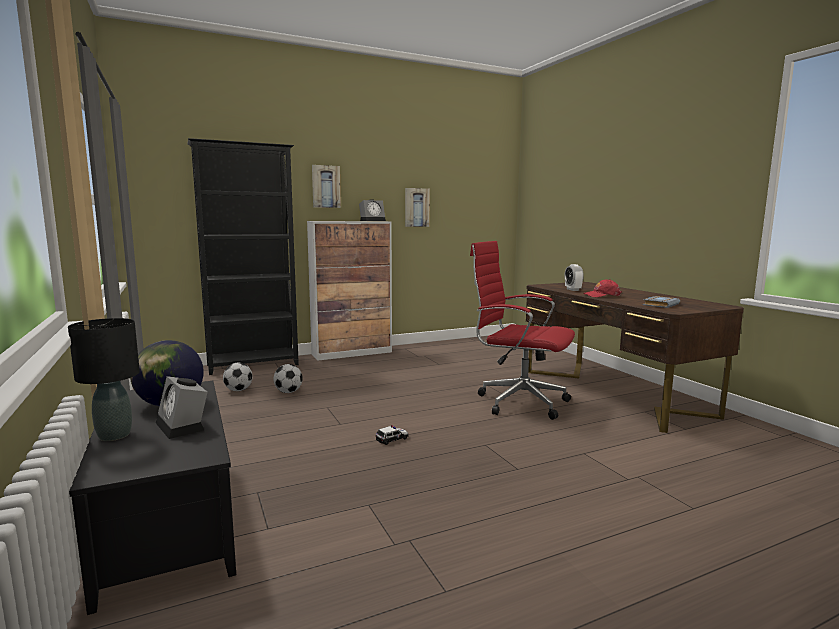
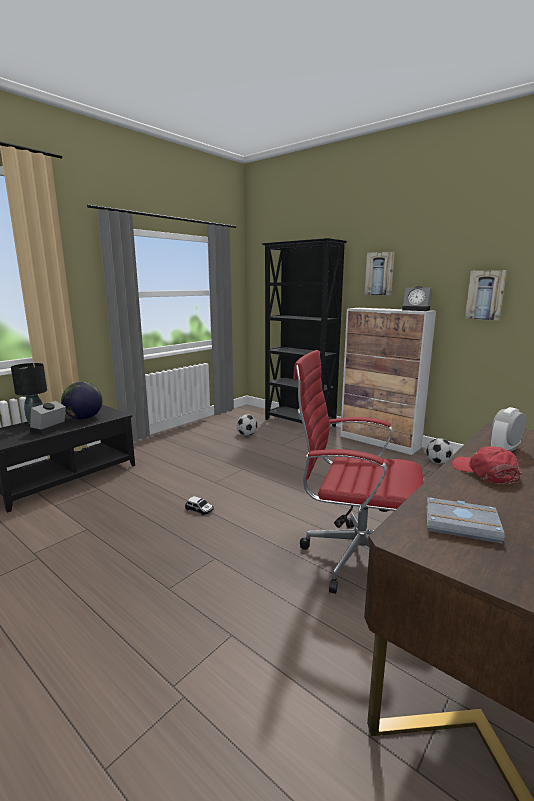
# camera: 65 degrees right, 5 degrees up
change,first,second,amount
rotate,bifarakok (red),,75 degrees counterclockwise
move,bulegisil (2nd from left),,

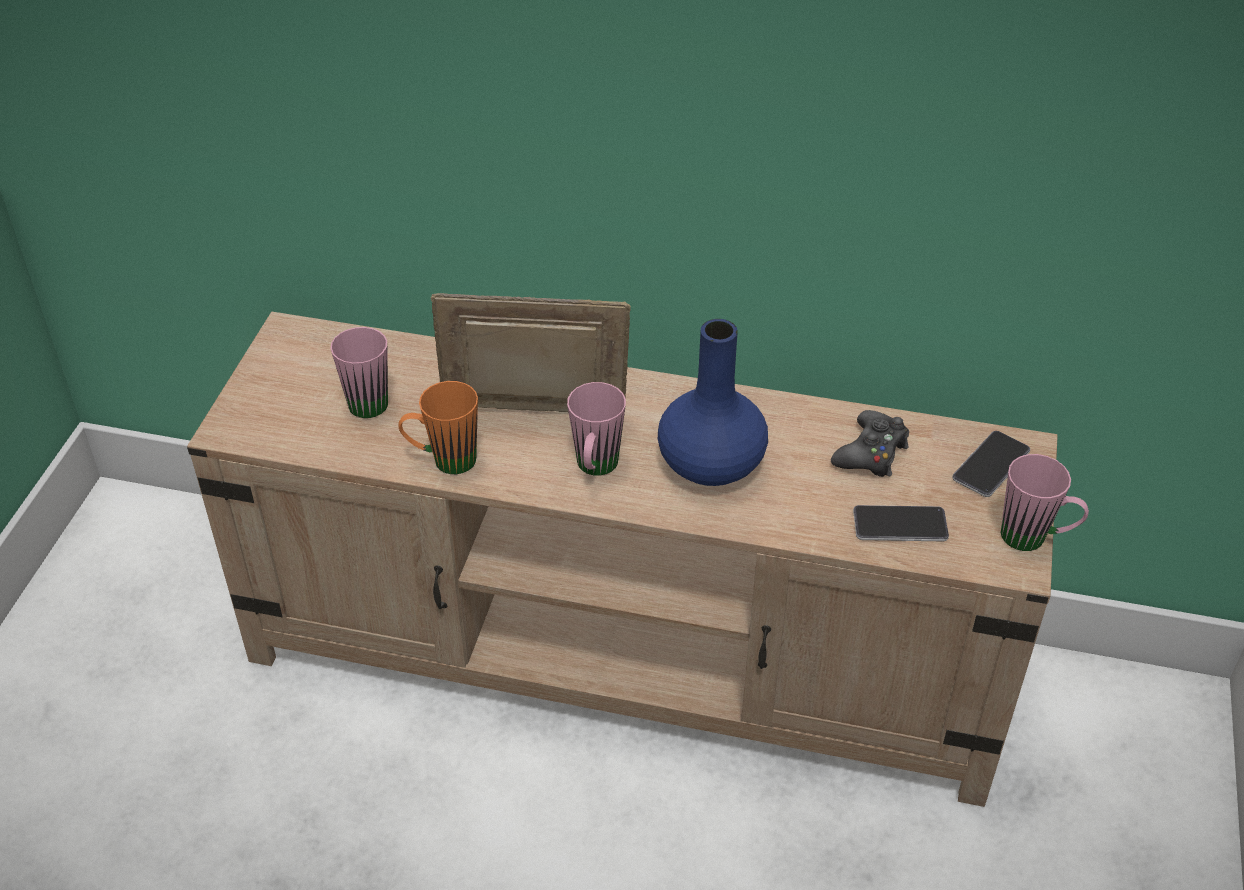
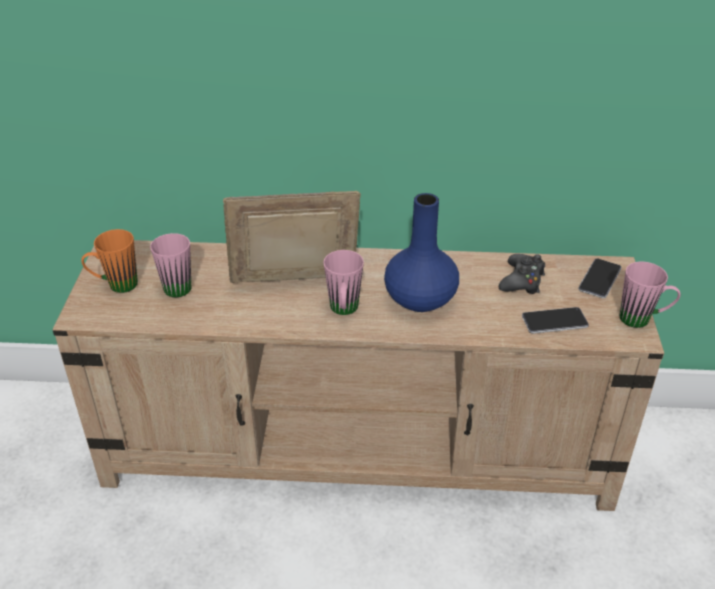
# camera: 10 degrees left, 5 degrees down
change,first,second,amount
move,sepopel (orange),,

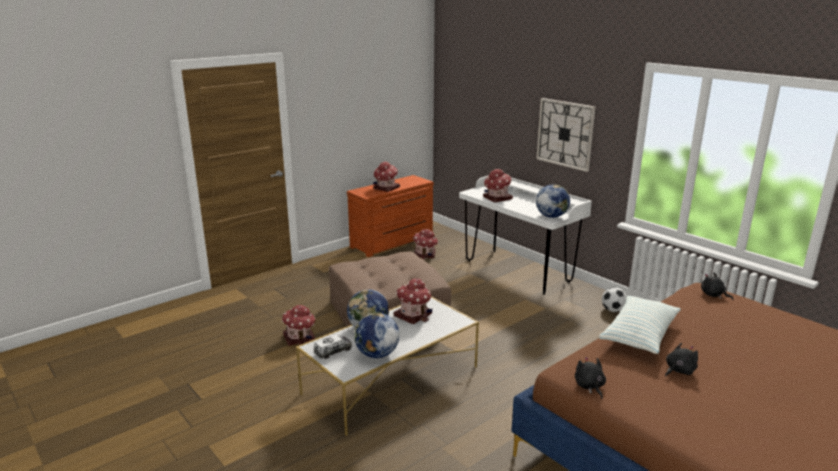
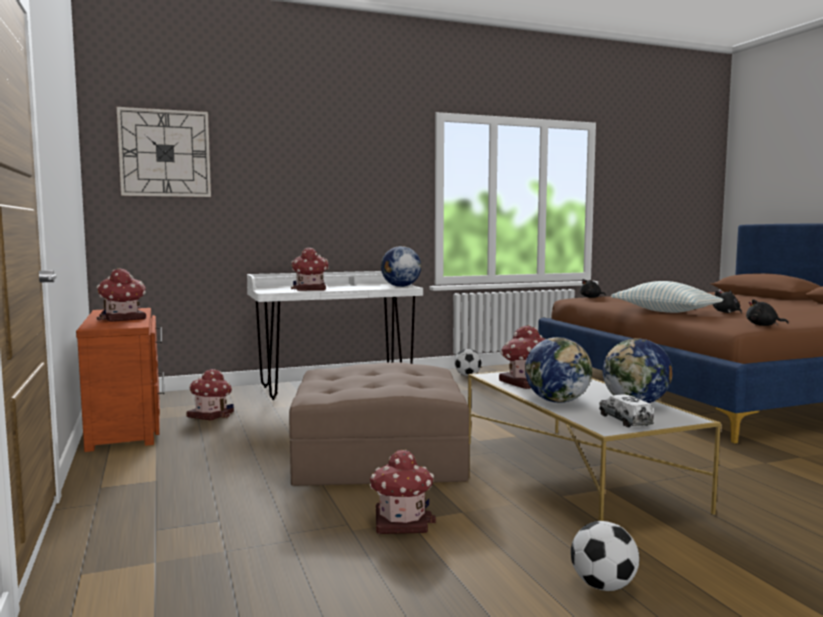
# camera: 70 degrees left, 15 degrees down
change,first,second,amount
move,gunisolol,,
insert,,bulegisil (2nd from left),

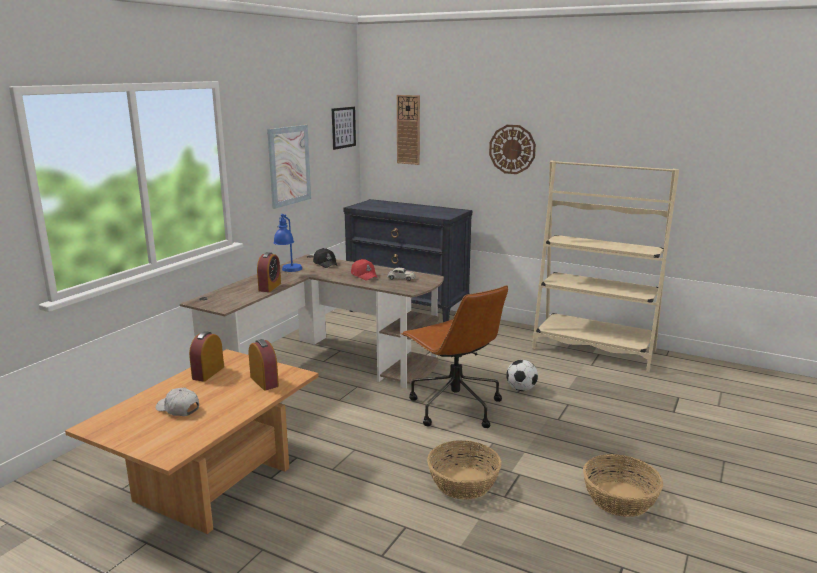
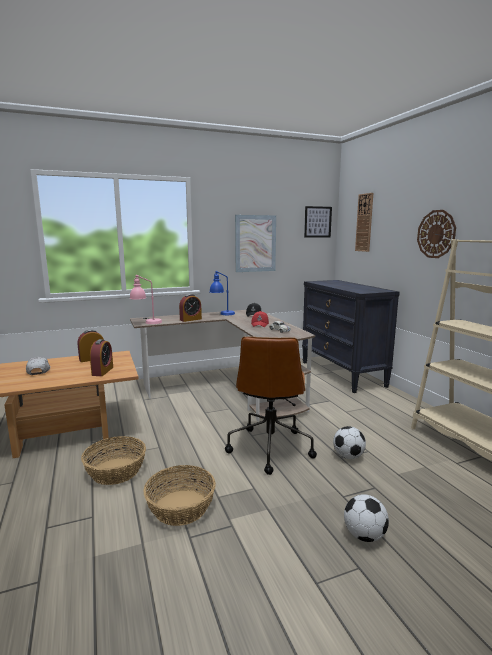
# camera: 40 degrees right, 5 degrees down
change,first,second,amount
move,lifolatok (2nd from left in the first image),lifolatok (1st from left),
insert,,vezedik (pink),
insert,,bulegisil (2nd from left),

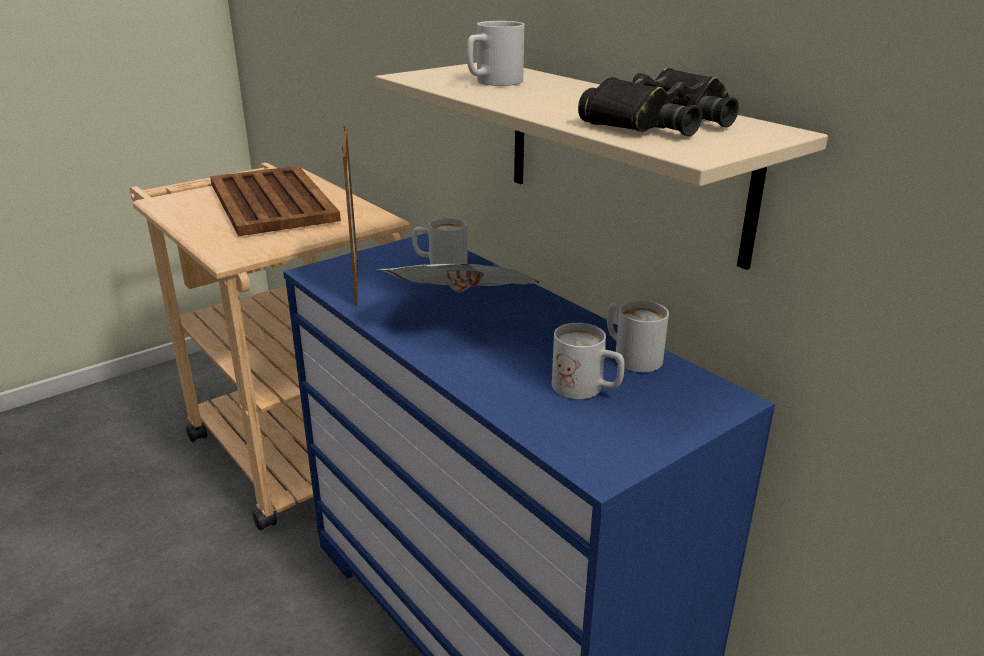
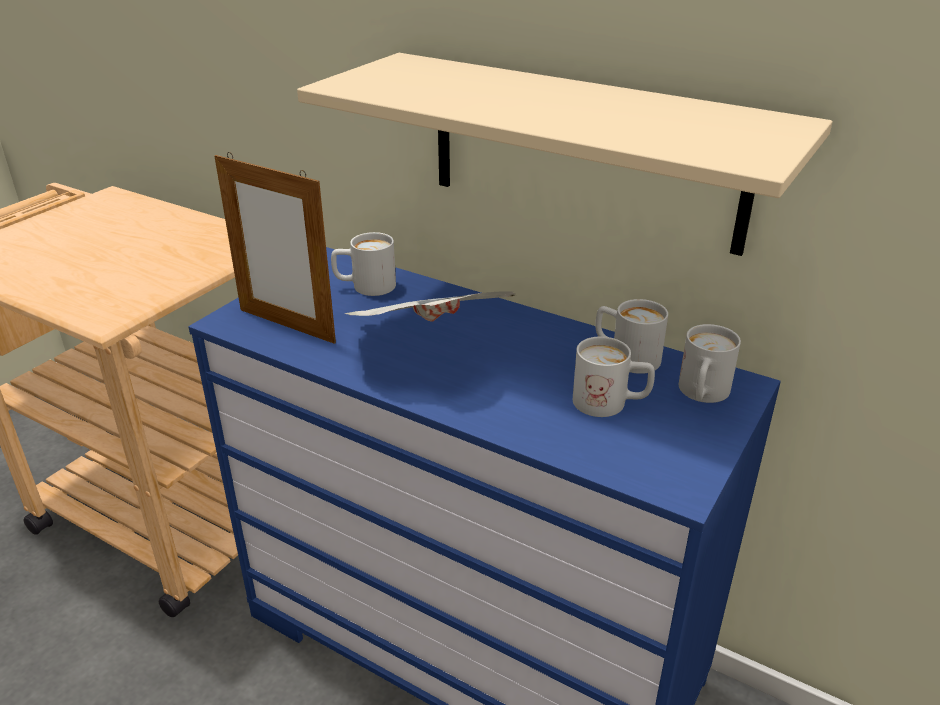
# camera: 20 degrees left, 5 degrees up
change,first,second,amount
rotate,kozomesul,,150 degrees clockwise
move,sepopel (white) (2nd from left in the first image),sepopel (white) (4th from left),
delete,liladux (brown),,
delete,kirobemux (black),,

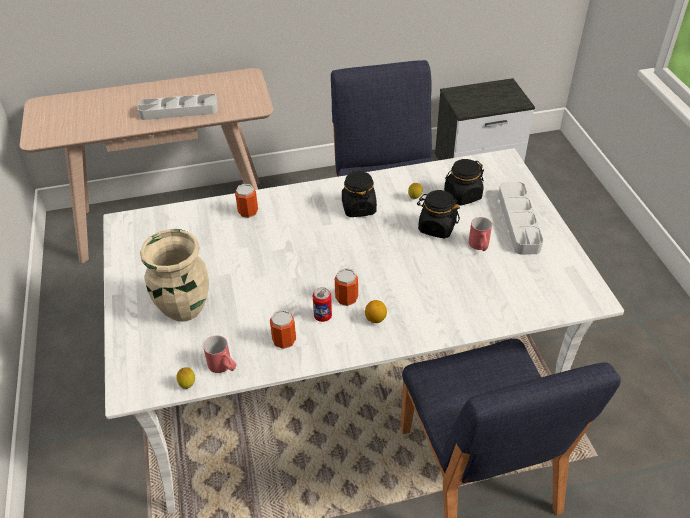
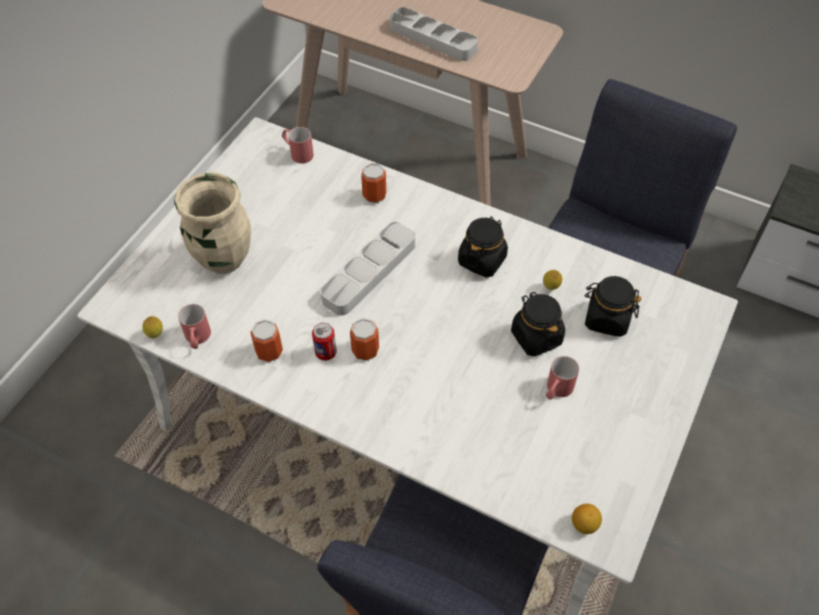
# camera: 40 degrees right, 10 degrees up
change,first,second,amount
insert,,sepopel (red) (2nd from left),
move,liladux (grey) (2nd from left in the first image),liladux (grey) (1st from left),
move,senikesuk (2nd from left in the first image),senikesuk (3rd from left),

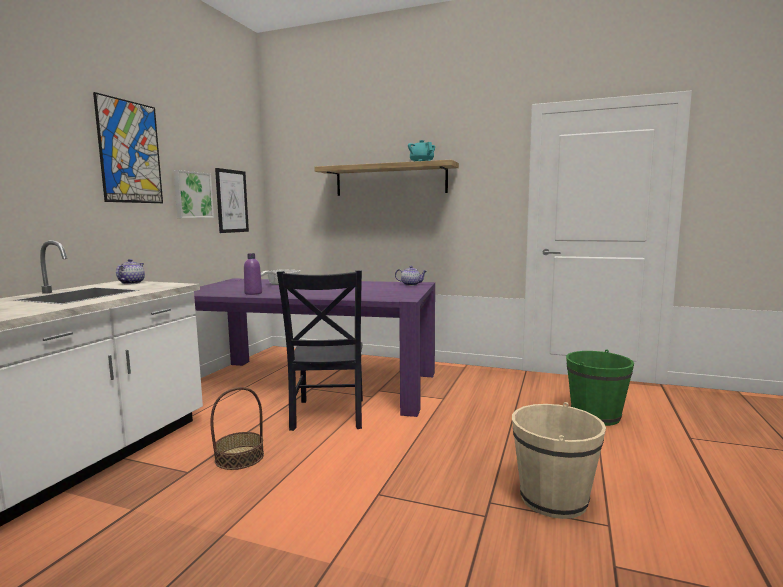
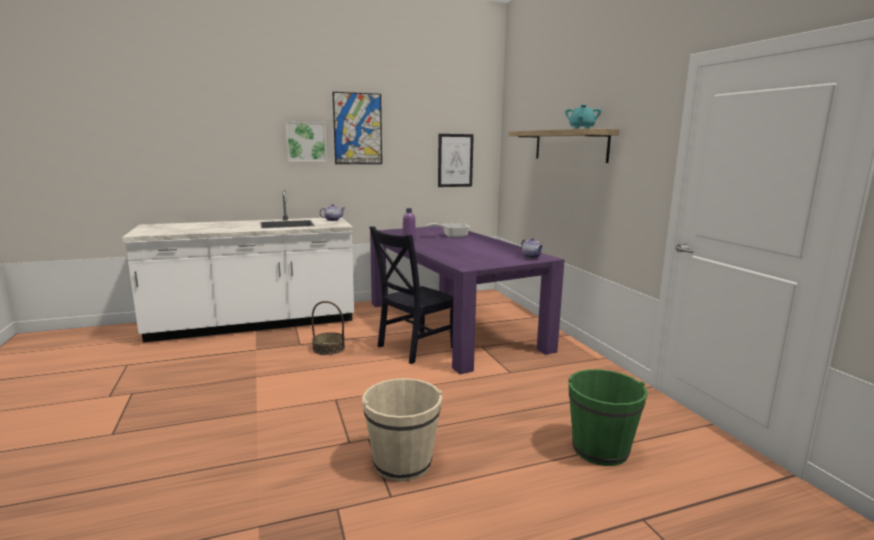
# camera: 50 degrees right, 5 degrees up
change,first,second,amount
move,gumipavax (2nd from left in the first image),gumipavax (1st from left),

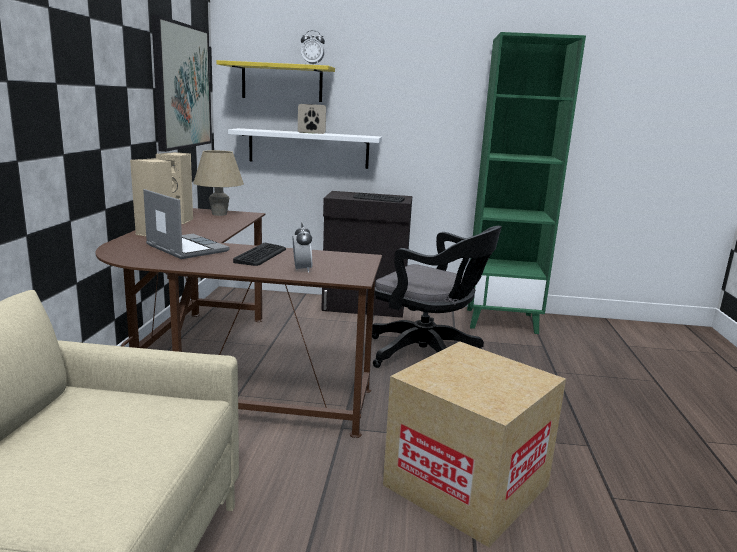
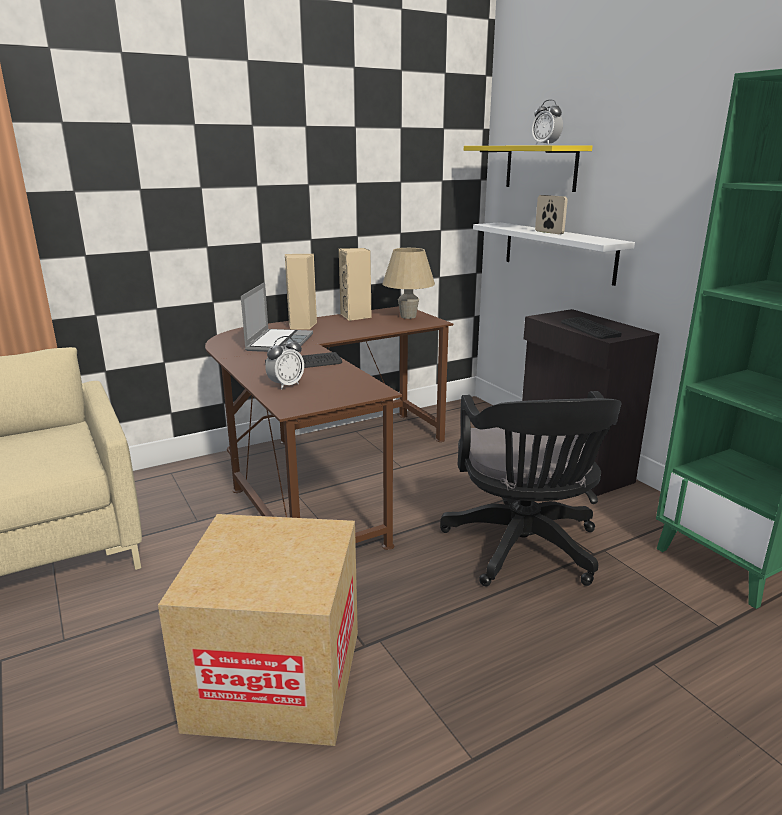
# camera: 55 degrees right, 5 degrees up
change,first,second,amount
delete,gumipavax,,

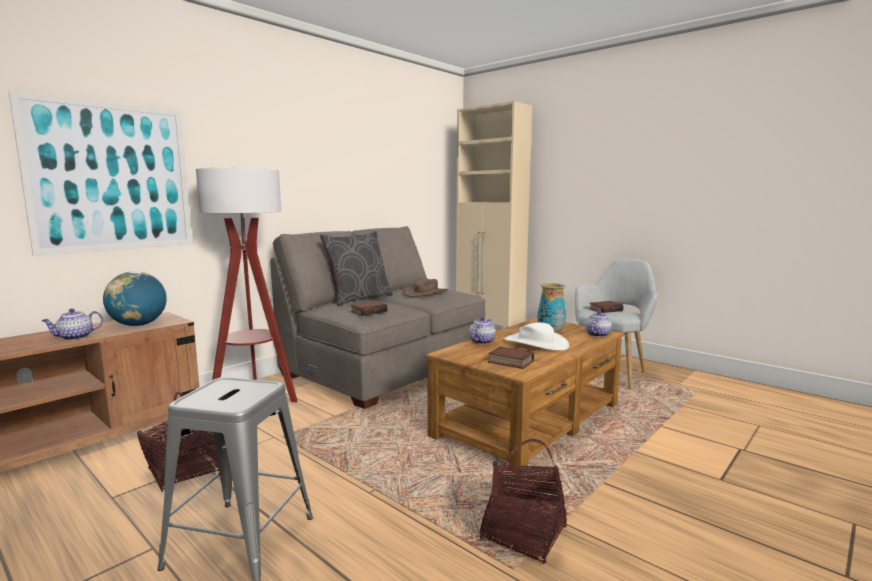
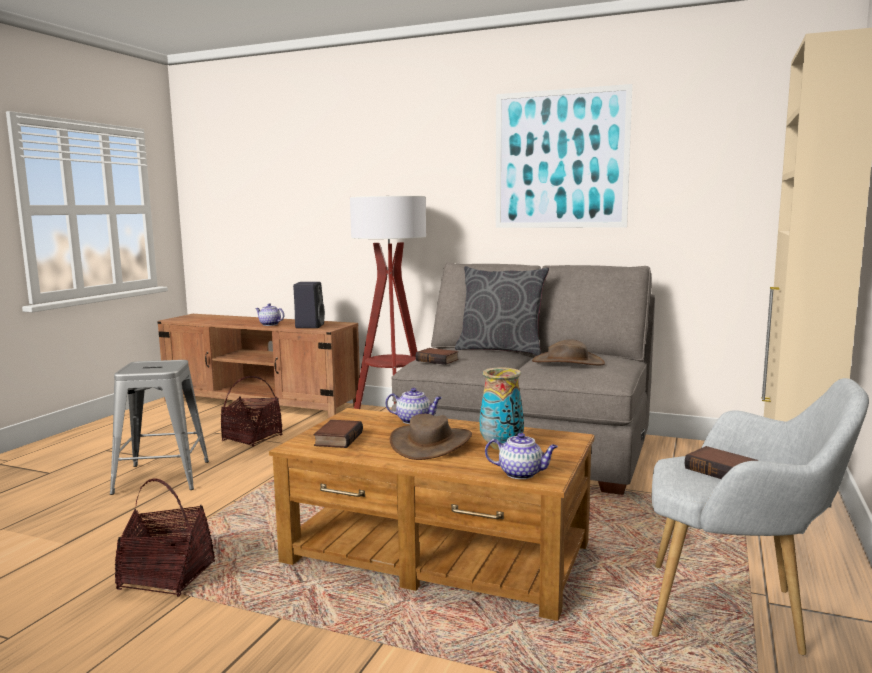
# camera: 70 degrees right, 0 degrees up
change,first,second,amount
replace,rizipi,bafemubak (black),
recolor,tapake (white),tapake (brown) (1st from left),
move,gumipavax,,

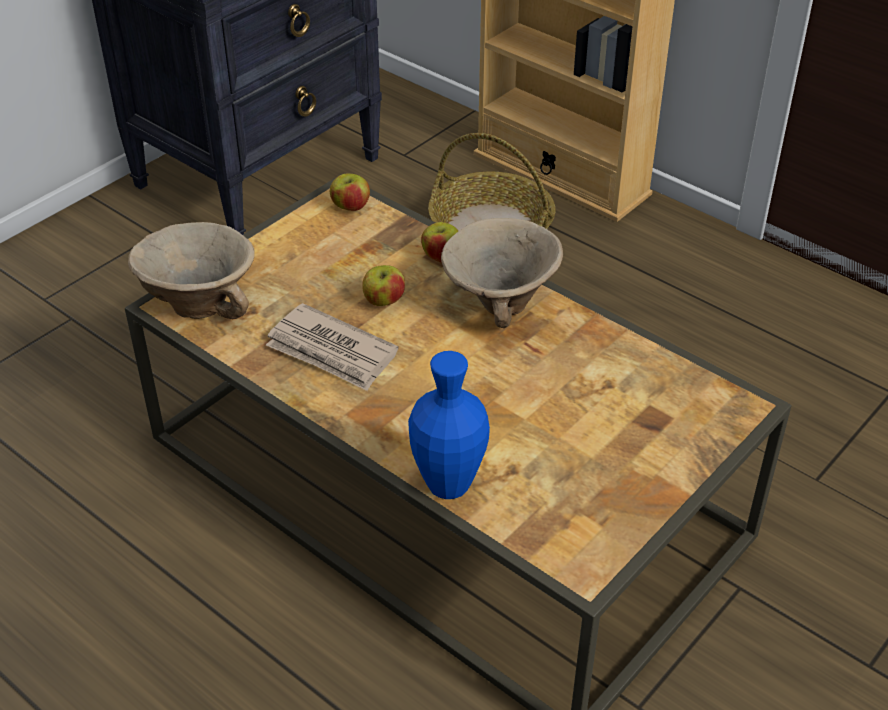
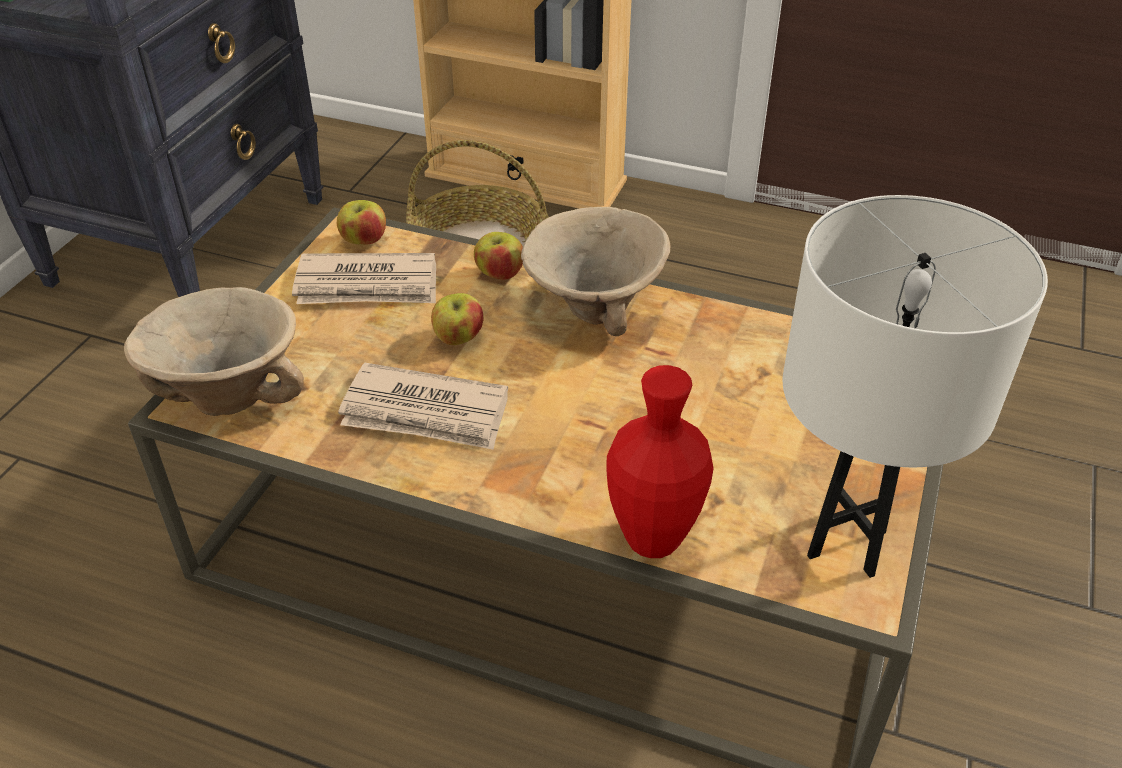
# camera: 20 degrees left, 0 degrees up
change,first,second,amount
insert,,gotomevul (1st from left),
recolor,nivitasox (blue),nivitasox (red),
insert,,vezedik (white),

